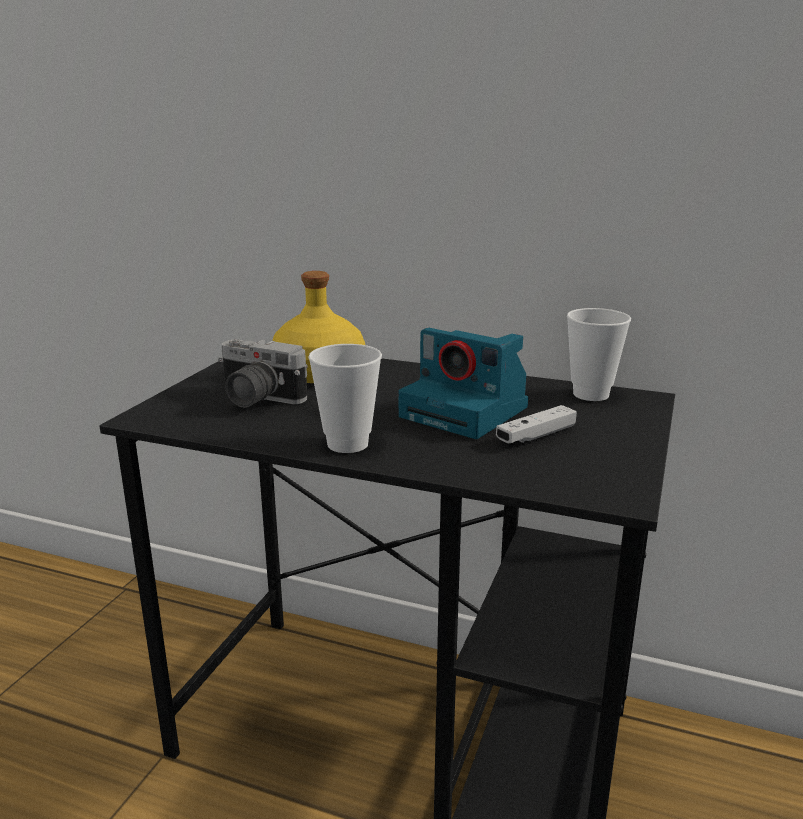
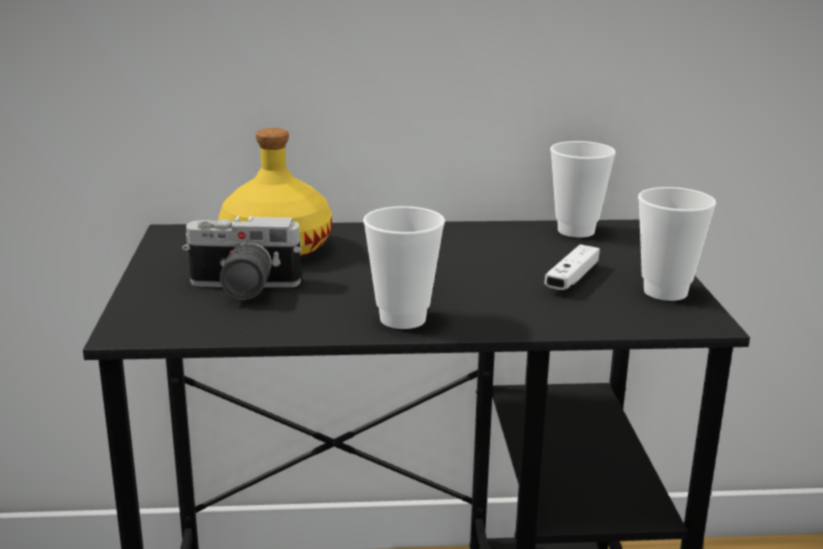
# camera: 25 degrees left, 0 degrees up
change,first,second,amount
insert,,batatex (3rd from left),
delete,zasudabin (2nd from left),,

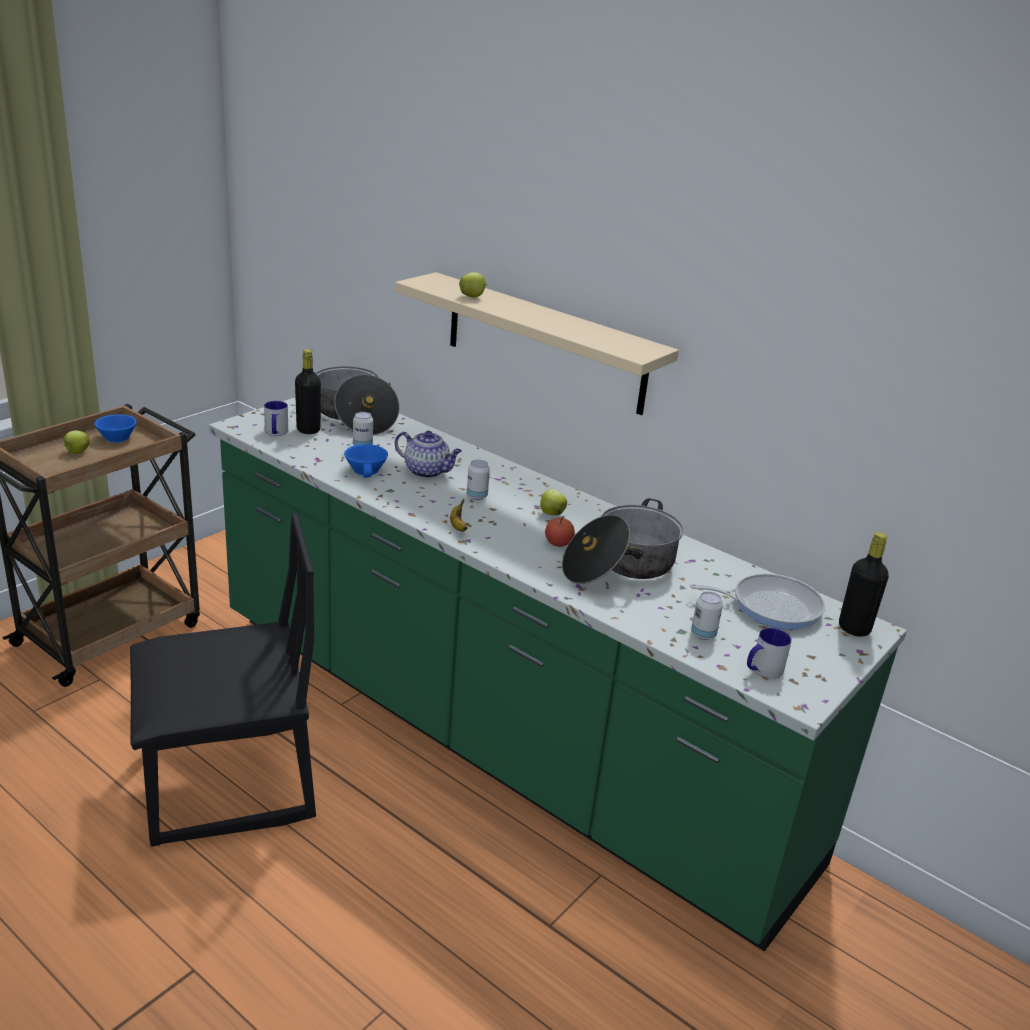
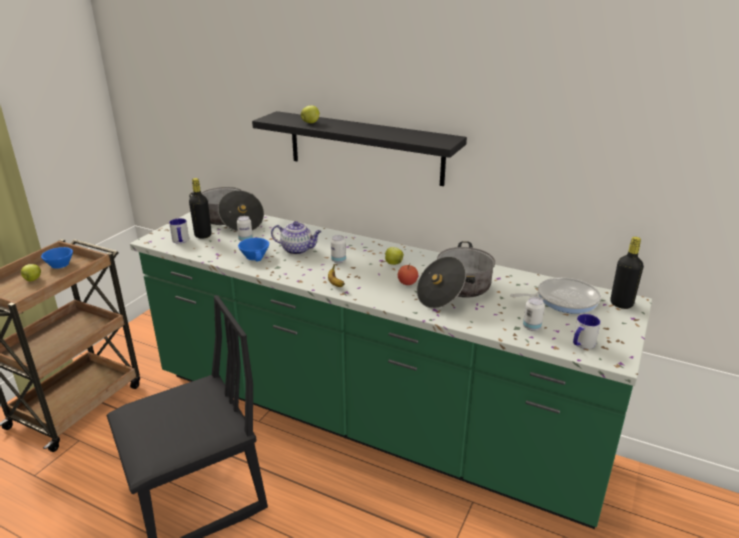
# camera: 10 degrees left, 0 degrees up
change,first,second,amount
recolor,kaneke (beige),kaneke (black),

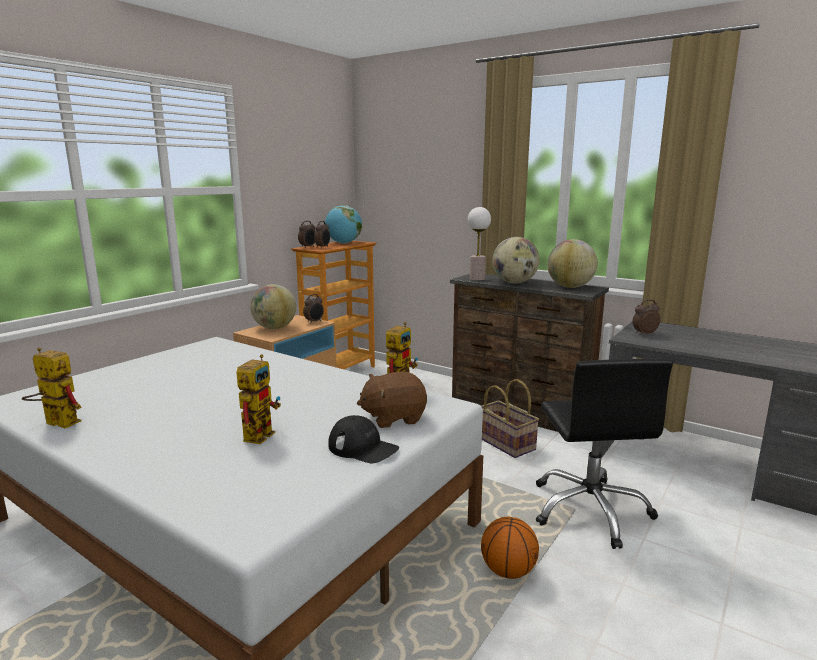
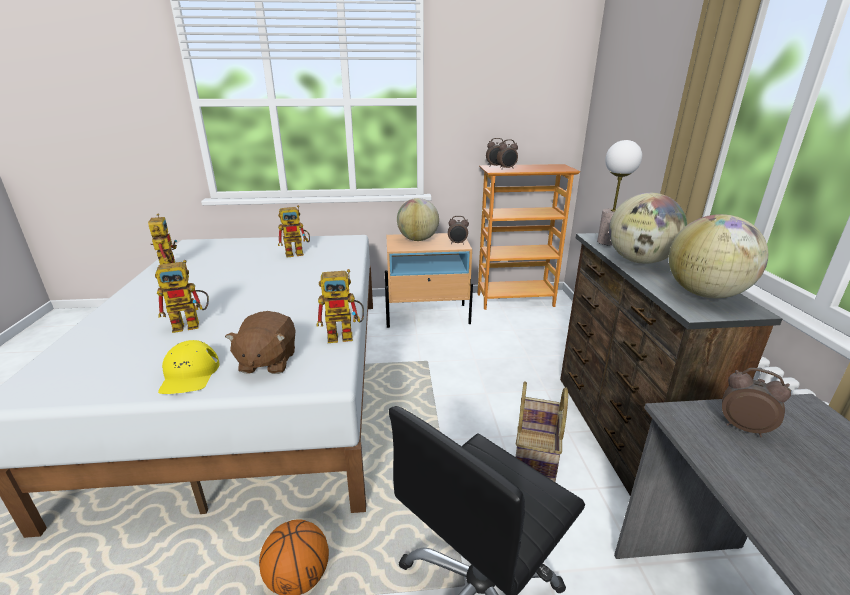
# camera: 50 degrees right, 10 degrees up
change,first,second,amount
recolor,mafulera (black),mafulera (yellow),
rotate,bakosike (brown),,120 degrees counterclockwise
insert,,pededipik (3rd from left),
delete,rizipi (2nd from left),,

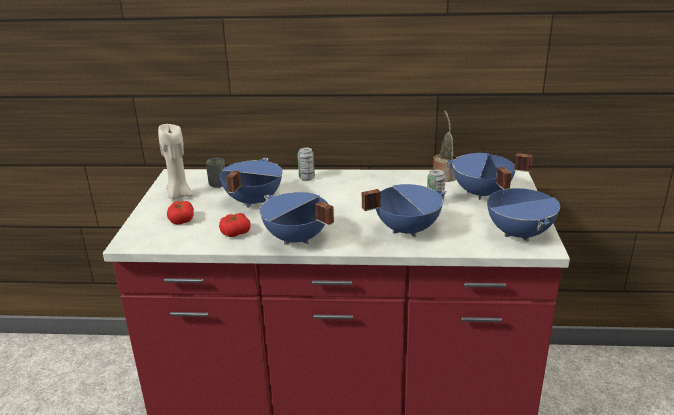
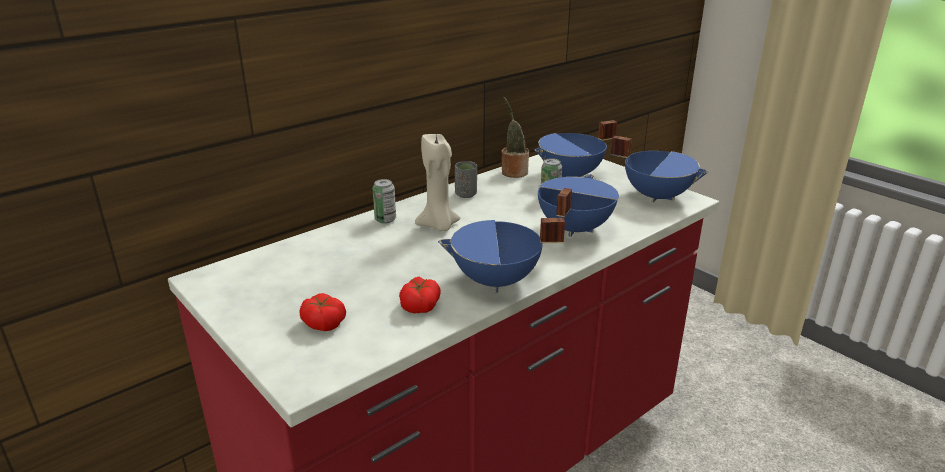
# camera: 45 degrees left, 0 degrees up
change,first,second,amount
move,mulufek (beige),,
move,batatex (grey),,
delete,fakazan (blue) (1st from left),,

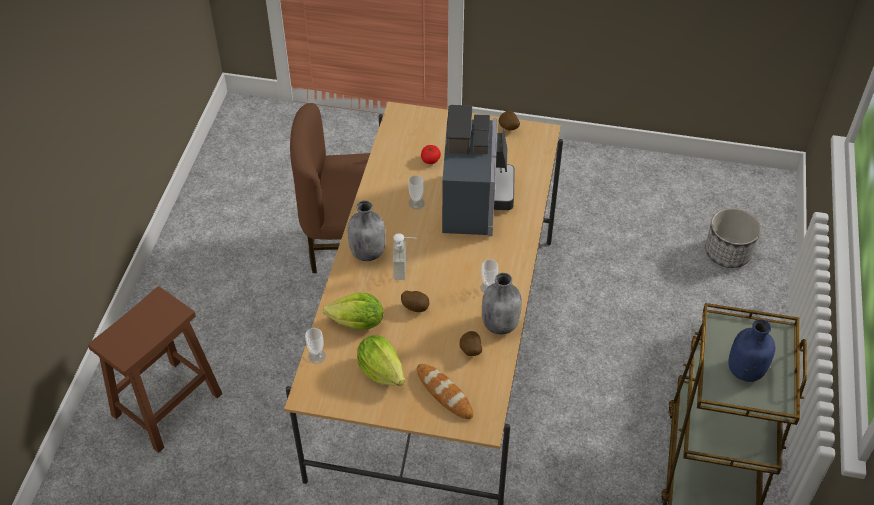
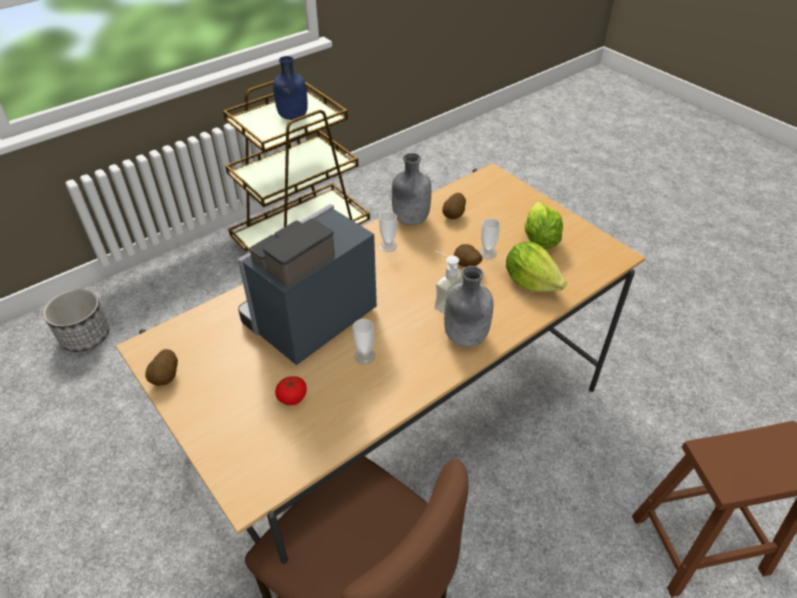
# camera: 140 degrees left, 5 degrees down
change,first,second,amount
move,batatex (1st from left in the first image),batatex (3rd from left),
delete,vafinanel,,

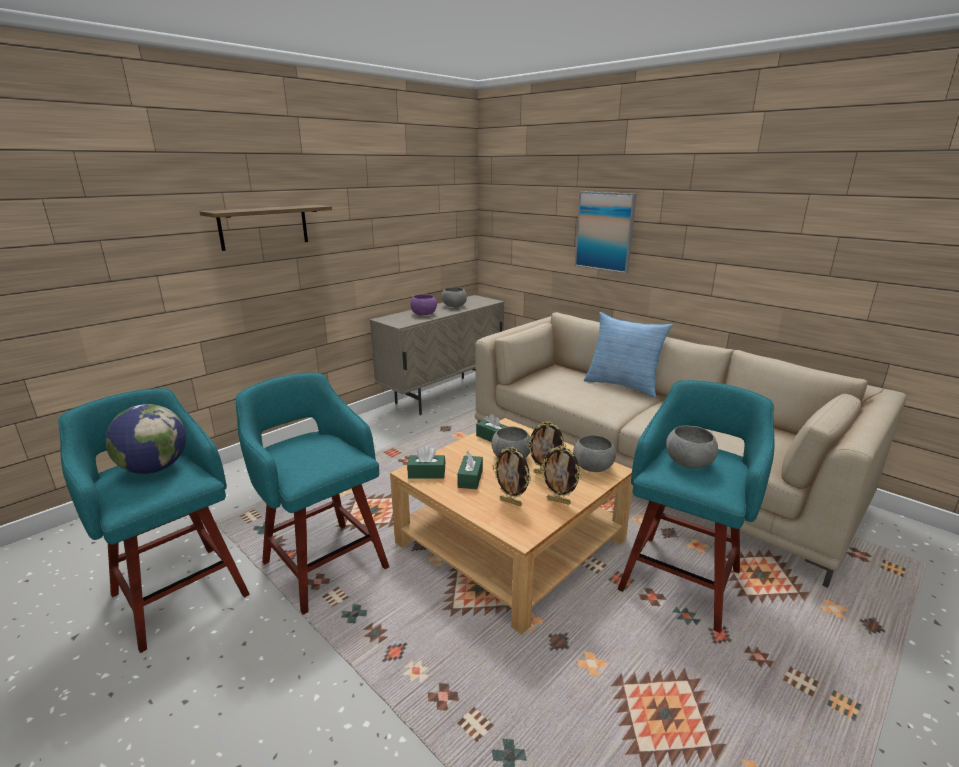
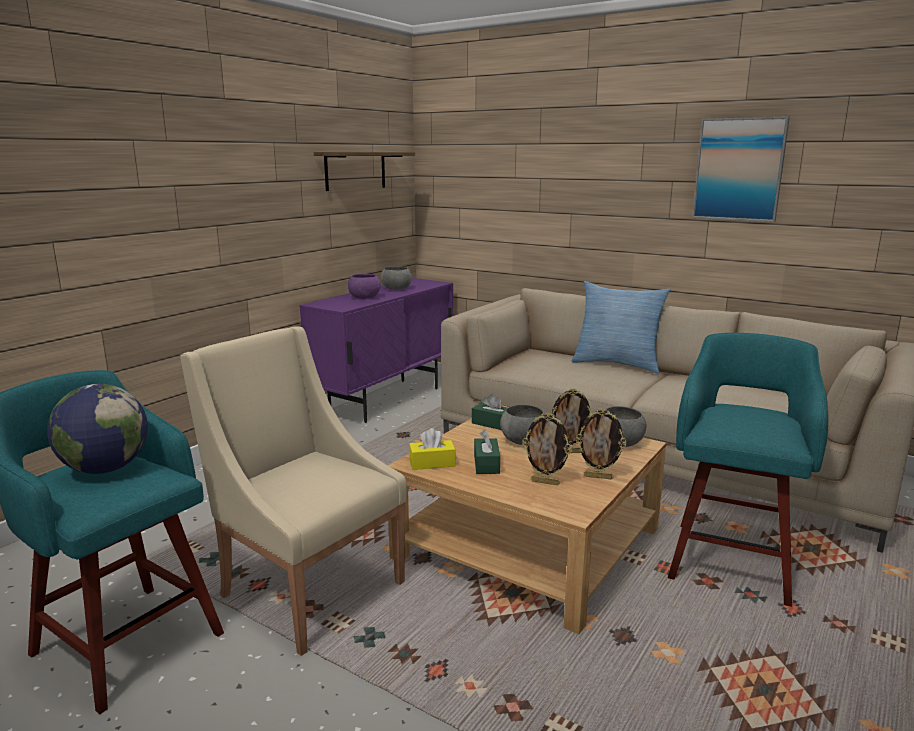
# camera: 10 degrees left, 5 degrees down
change,first,second,amount
replace,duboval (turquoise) (2nd from left),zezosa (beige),
recolor,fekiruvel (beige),fekiruvel (purple),
move,kaneke,,
recolor,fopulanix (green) (1st from left),fopulanix (yellow),
move,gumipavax,,
delete,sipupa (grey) (4th from left),,

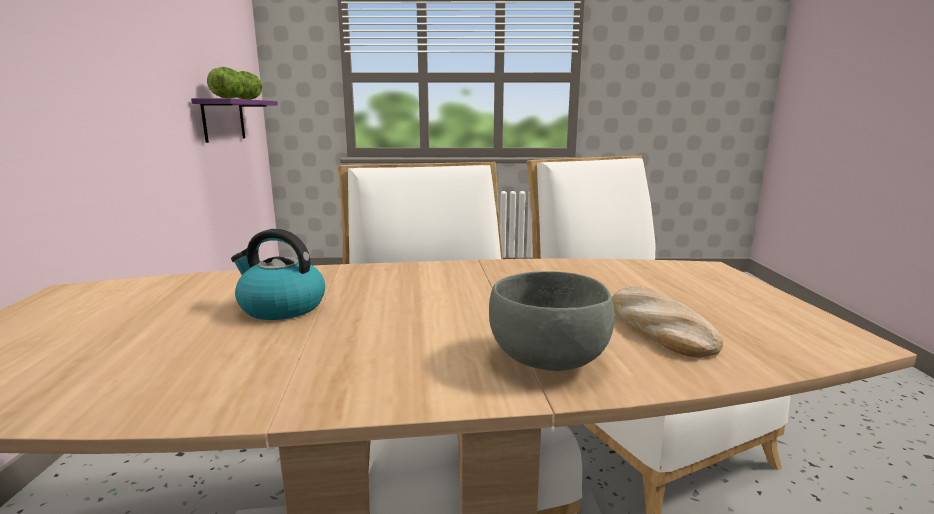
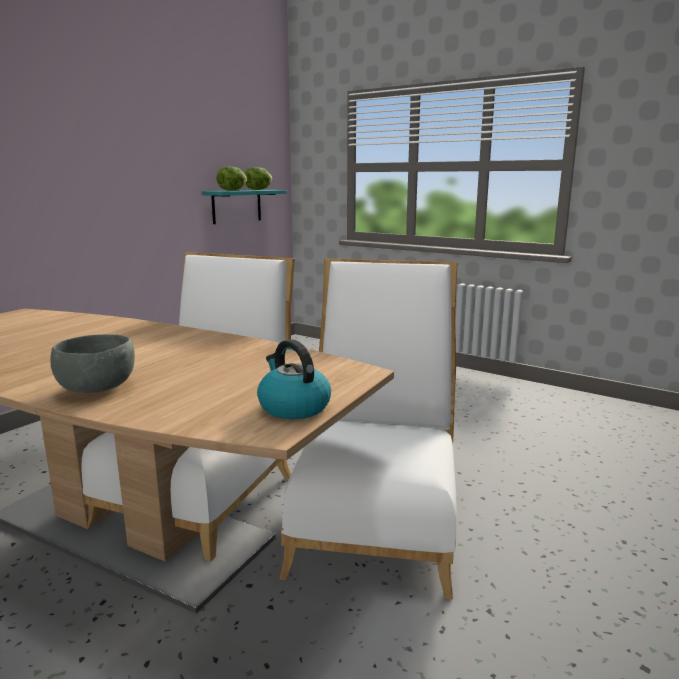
# camera: 35 degrees right, 0 degrees up
change,first,second,amount
recolor,kaneke (purple),kaneke (turquoise),
move,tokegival,,
delete,vafinanel,,

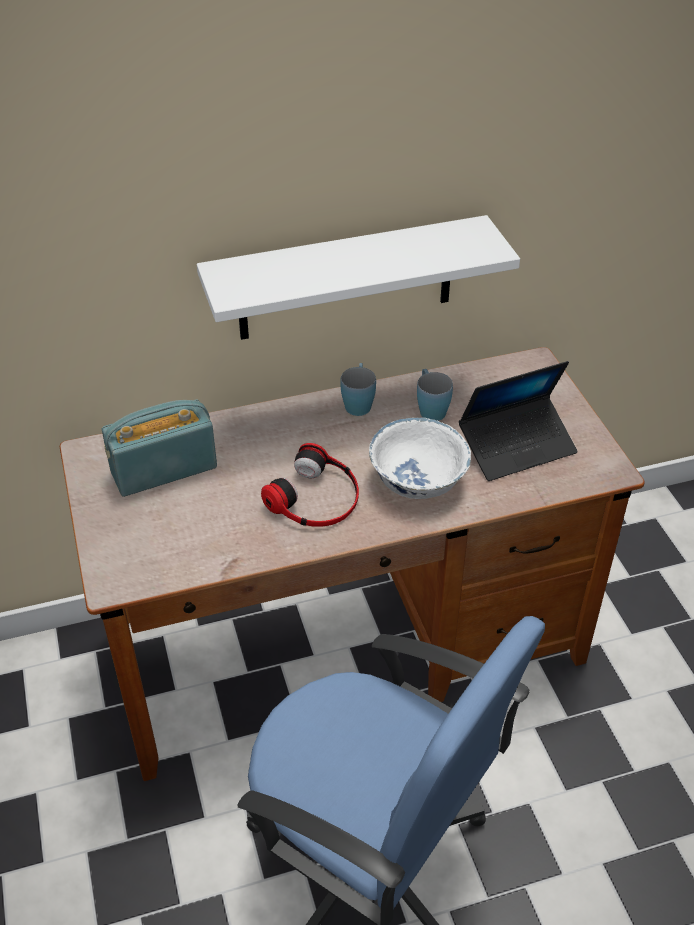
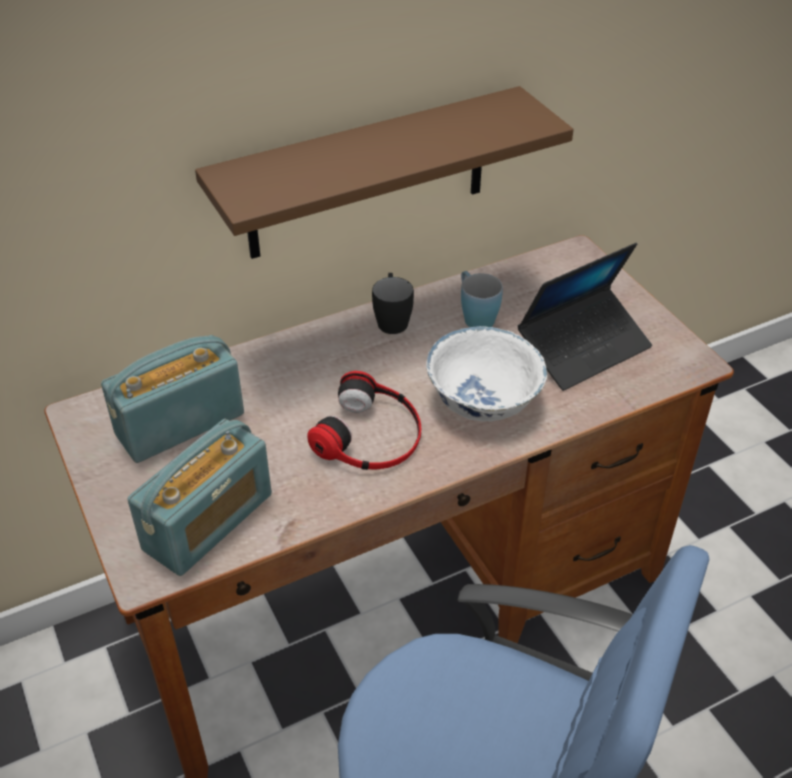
# camera: 10 degrees left, 0 degrees up
change,first,second,amount
insert,,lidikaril (2nd from left),
recolor,kaneke (white),kaneke (brown),
recolor,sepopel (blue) (1st from left),sepopel (black),

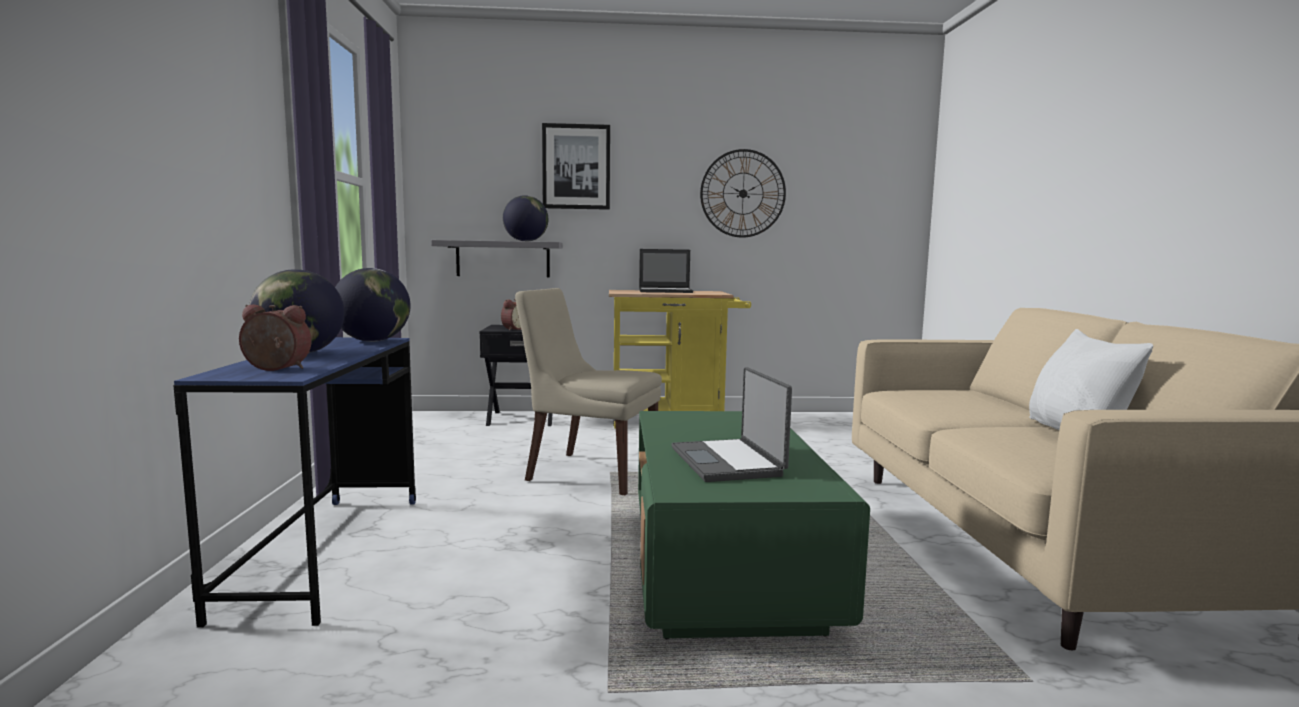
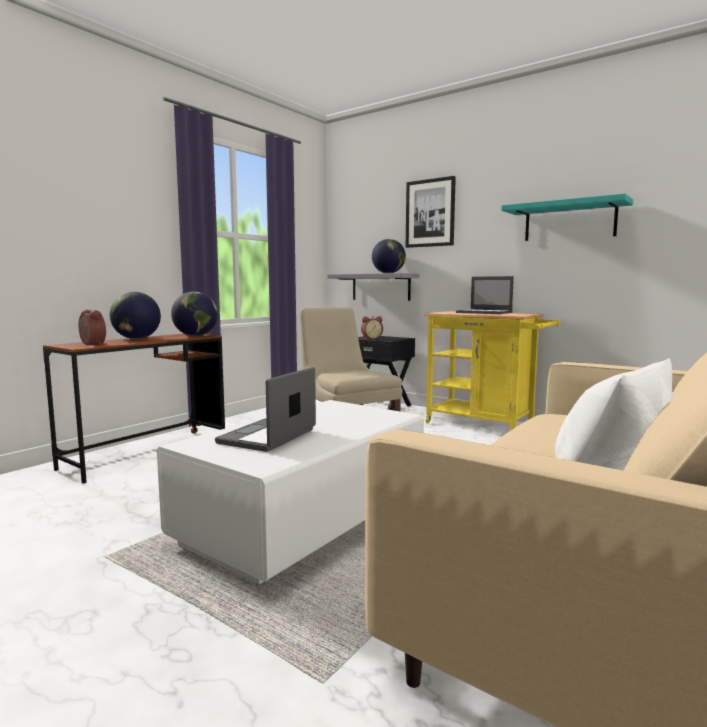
# camera: 40 degrees right, 0 degrees up
change,first,second,amount
recolor,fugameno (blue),fugameno (brown),
recolor,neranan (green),neranan (white),
replace,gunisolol,kaneke (turquoise),

